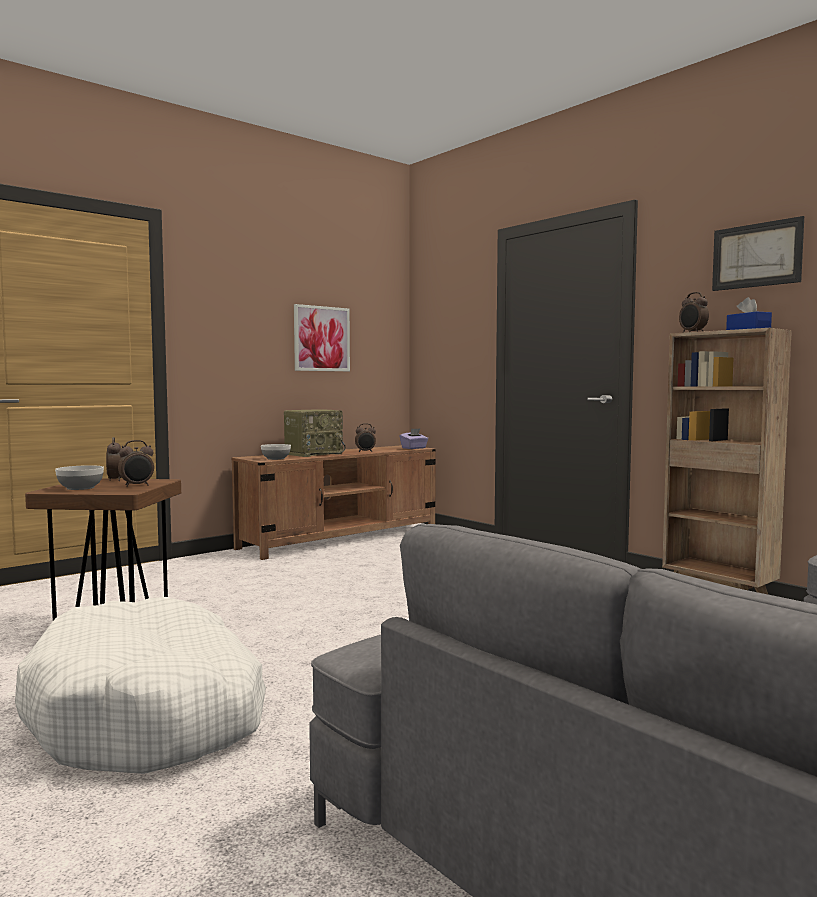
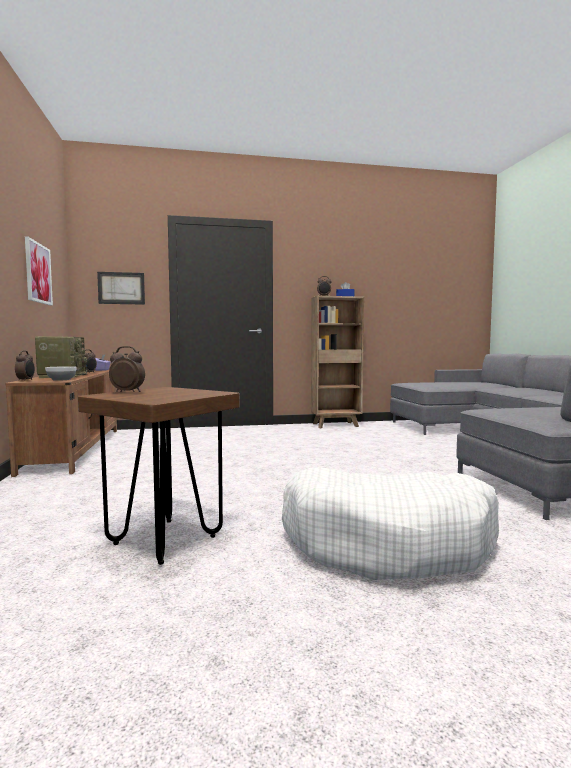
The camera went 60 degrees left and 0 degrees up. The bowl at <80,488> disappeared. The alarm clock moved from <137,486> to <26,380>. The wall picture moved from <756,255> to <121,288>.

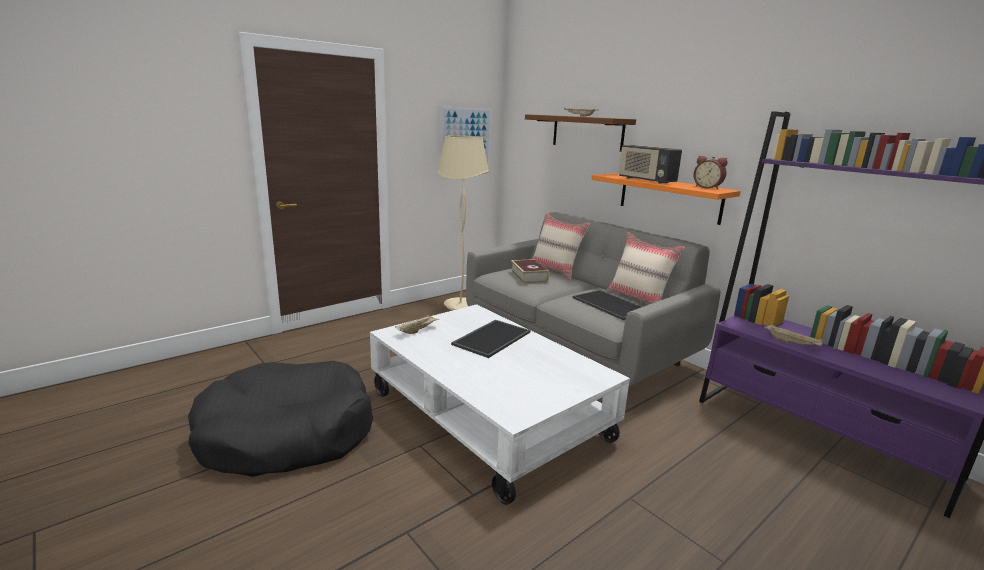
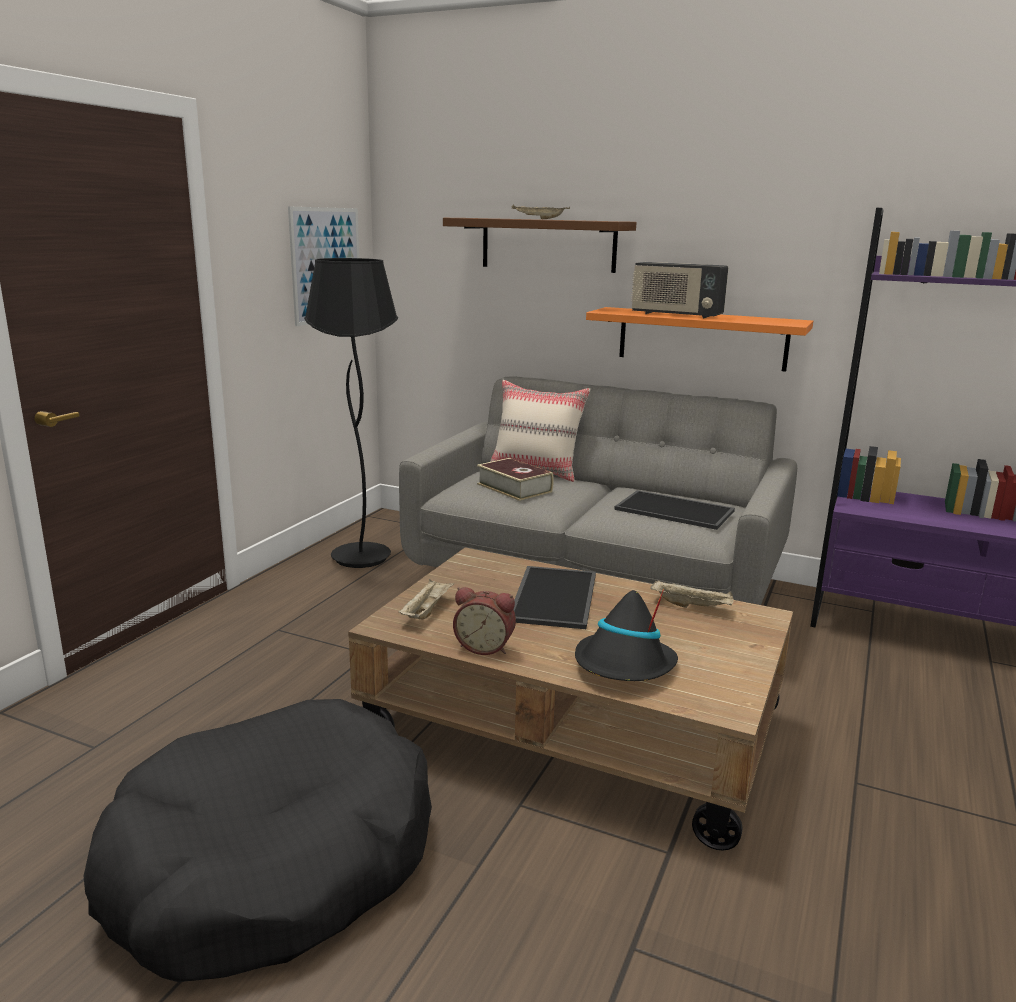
The camera went 25 degrees left and 0 degrees up. The white-coloured coffee table at <488,415> became the brown coffee table at <574,724>. The beige-coloured standing lamp at <460,306> became the black standing lamp at <360,557>. The beige-coloured pillow at <638,299> disappeared. The alarm clock moved from <708,187> to <485,647>. The beige-coloured carrying tray moved from <792,343> to <692,606>. The black hat at <624,665> appeared.

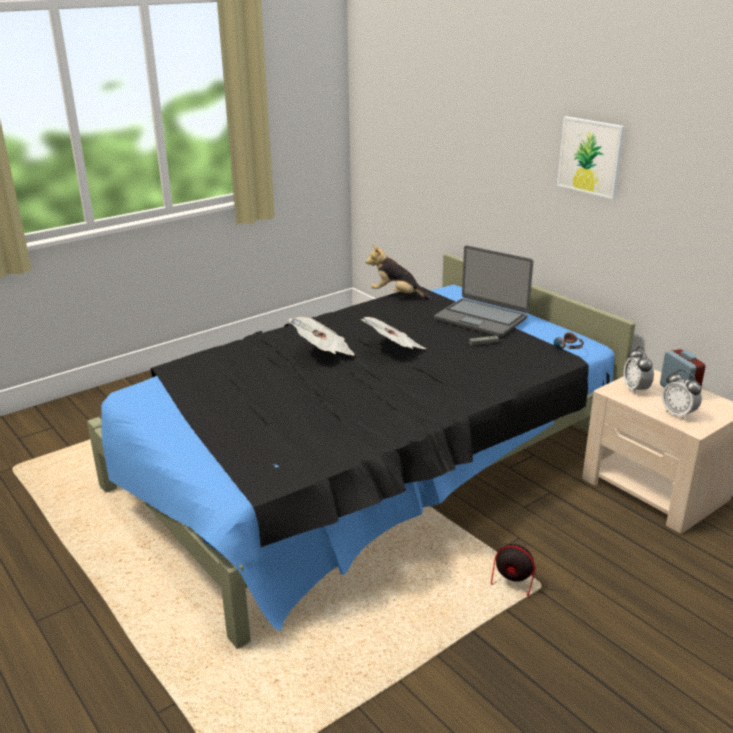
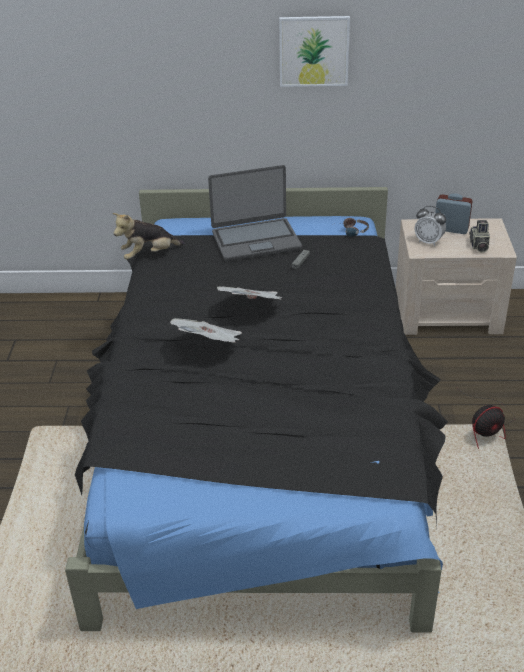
The camera went 50 degrees left and 10 degrees up. The alarm clock at <678,414> was replaced by the still camera at <478,246>.

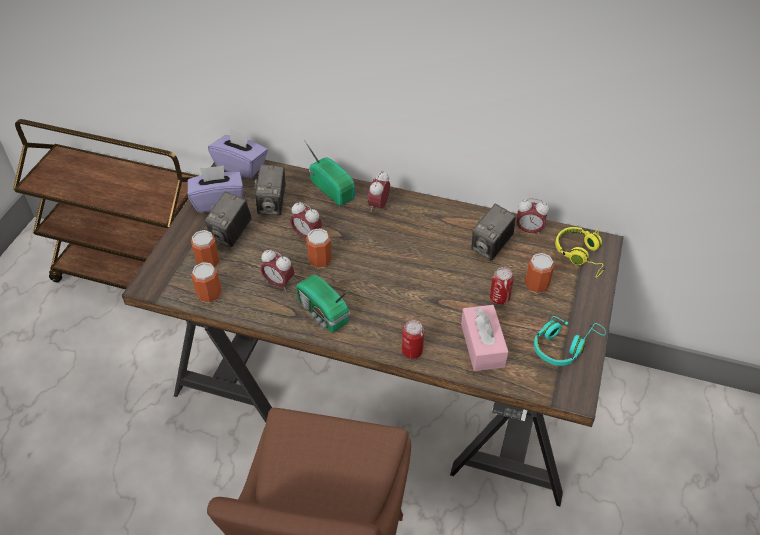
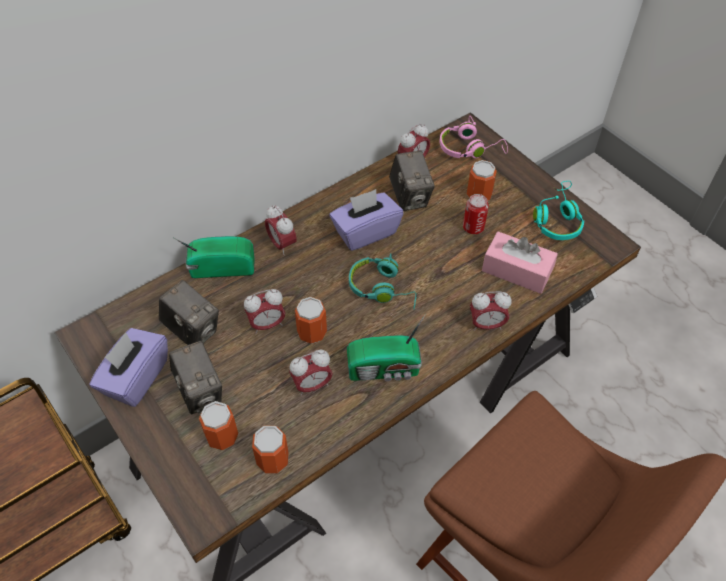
The camera went 55 degrees left and 5 degrees up. The purplish tissue holder moved from <241,166> to <365,232>. The metal can at <412,351> was replaced by the alarm clock at <486,325>. The yellowish pair of headphones at <581,255> became the pink-coloured pair of headphones at <469,148>. The turquoise-coloured pair of headphones at <383,288> appeared.

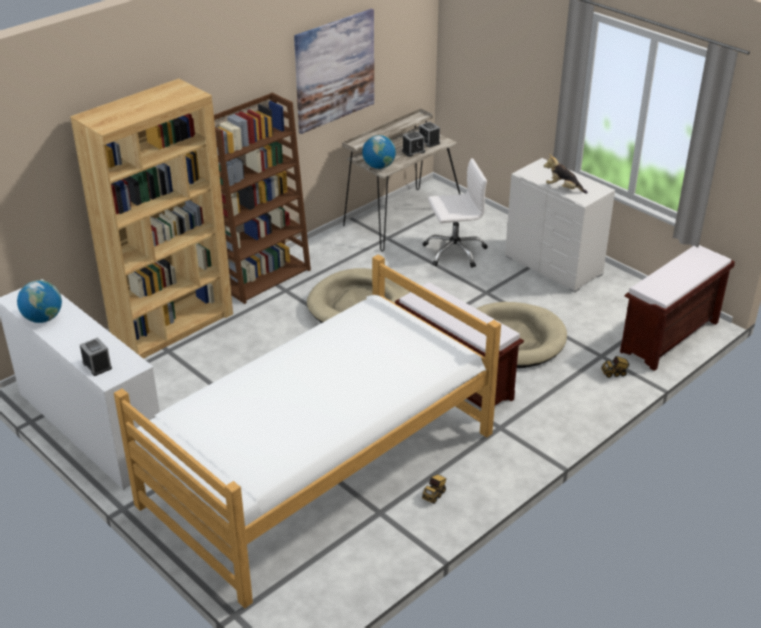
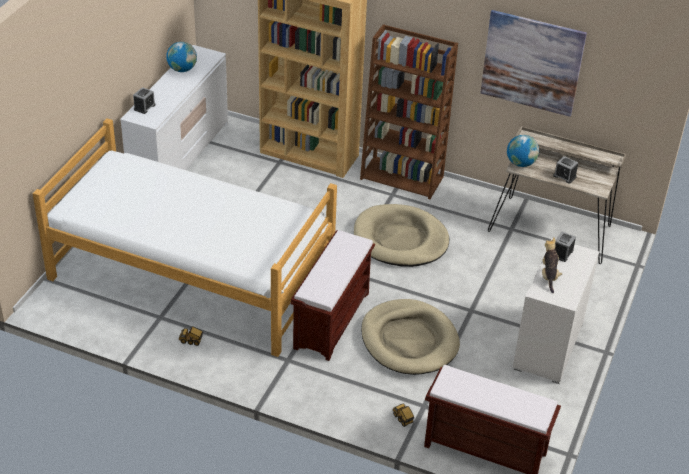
The camera went 65 degrees right and 5 degrees up. The alarm clock moved from <429,142> to <562,253>. The white-coloured computer chair at <454,251> disappeared.

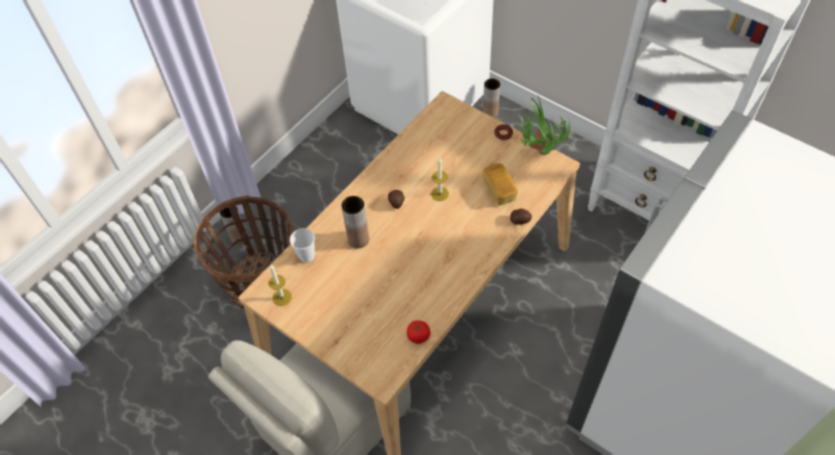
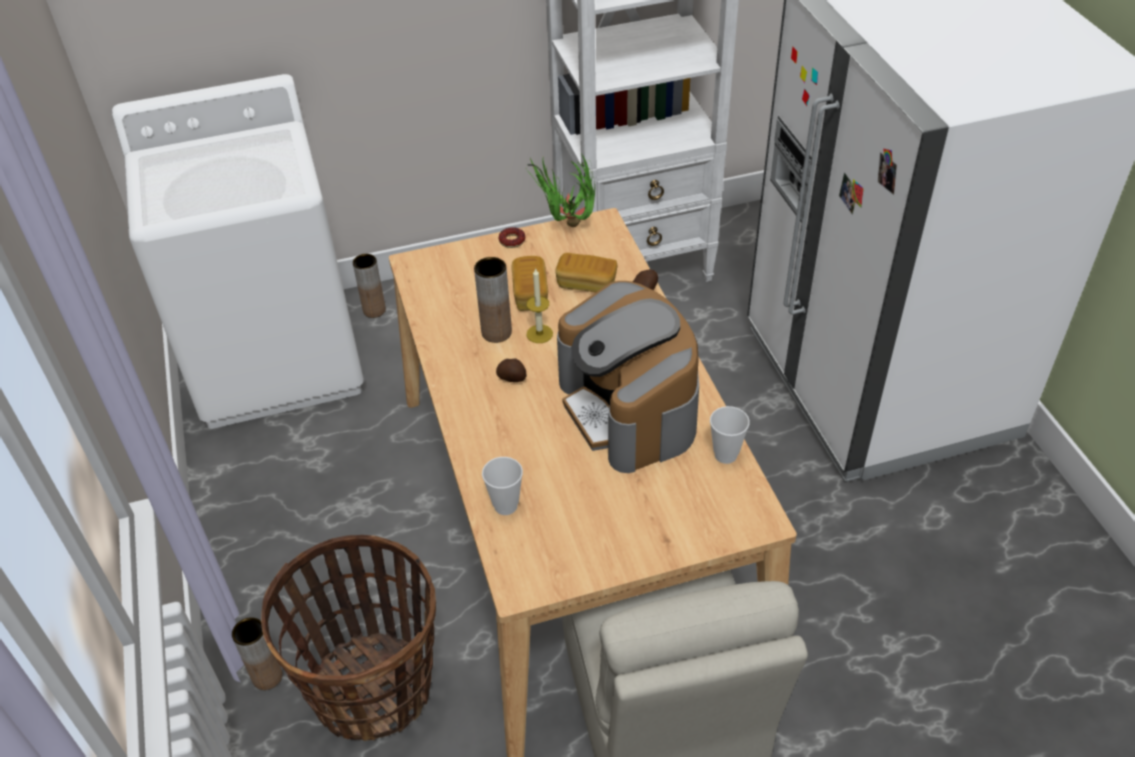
The camera went 55 degrees left and 10 degrees down. The wax light at <282,297> disappeared. The brown vase moved from <358,239> to <496,332>. The tomato at <418,336> was replaced by the small cup at <725,455>. The bread at <530,294> appeared. The coffee maker at <629,410> appeared.

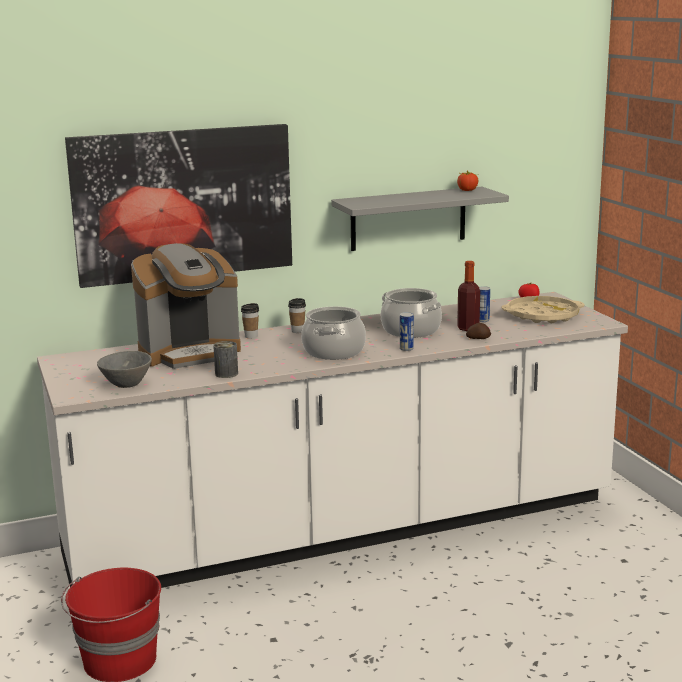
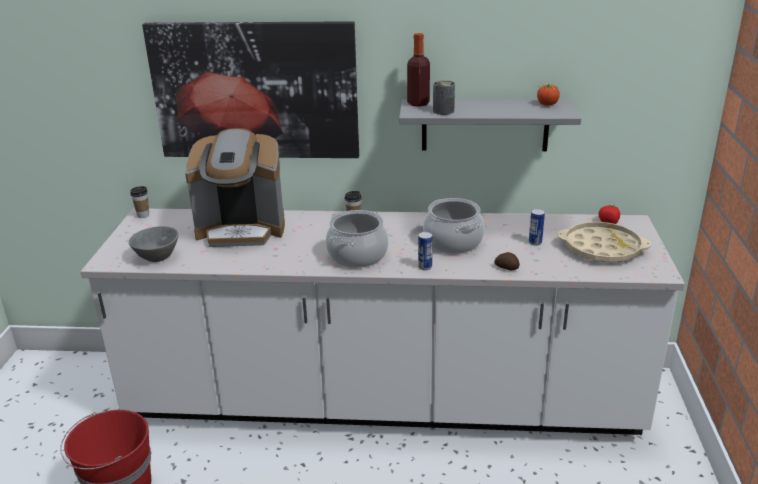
The camera went 25 degrees right and 10 degrees up. The metal can moved from <226,374> to <443,111>. The small cup moved from <251,336> to <143,215>. The drink bottle moved from <468,328> to <418,103>.

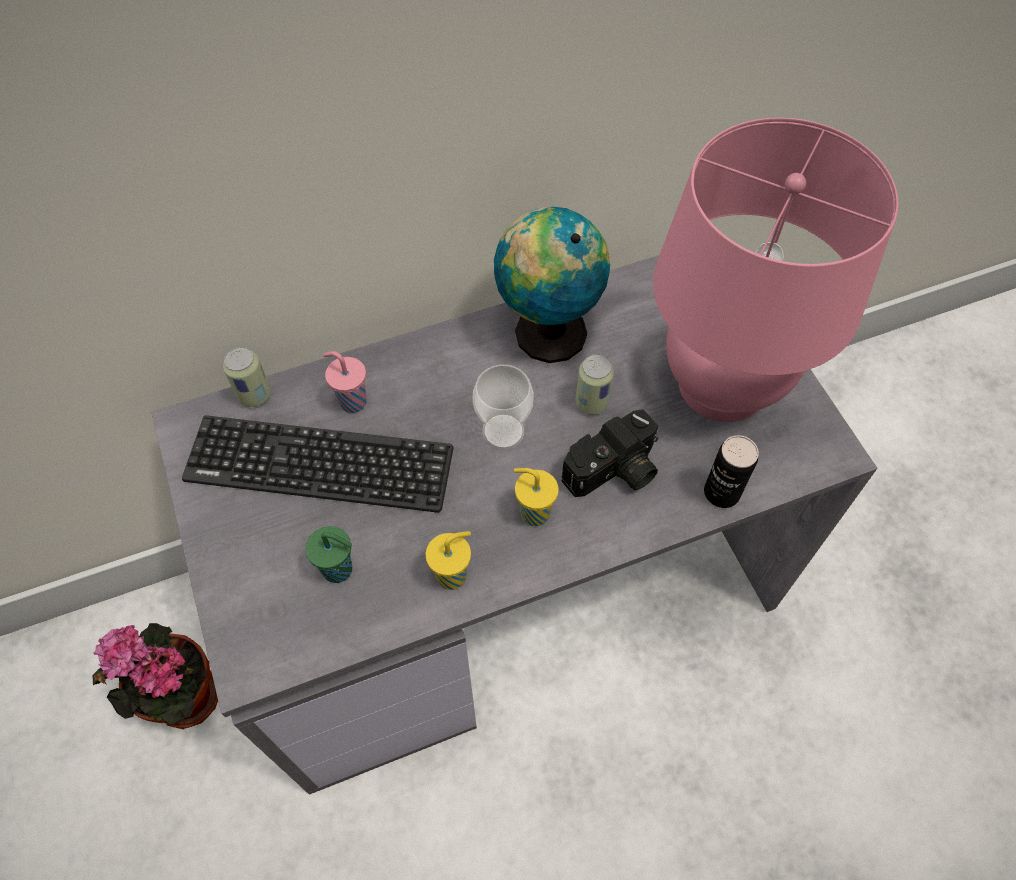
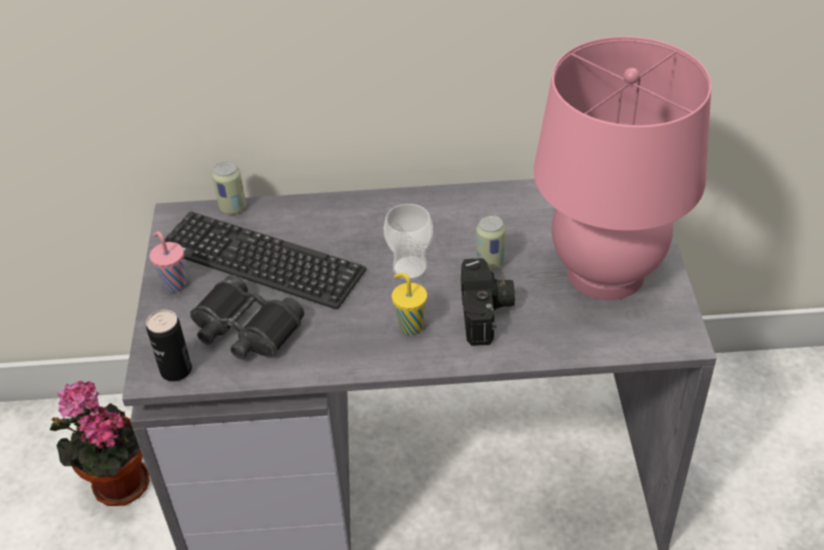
The camera went 20 degrees right and 15 degrees down. The green-coloured small cup at <339,570> was replaced by the black field glasses at <246,330>. The pink-coloured small cup moved from <351,401> to <174,284>. The yellowish small cup at <453,575> disappeared. The globe at <545,331> disappeared. The still camera at <614,472> turned 75 degrees counterclockwise. The metal can moved from <721,492> to <176,370>.

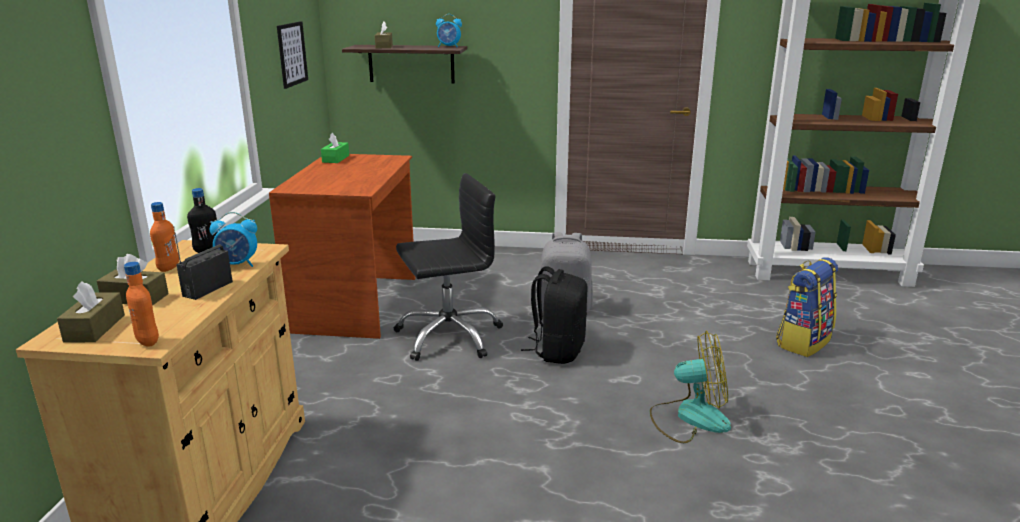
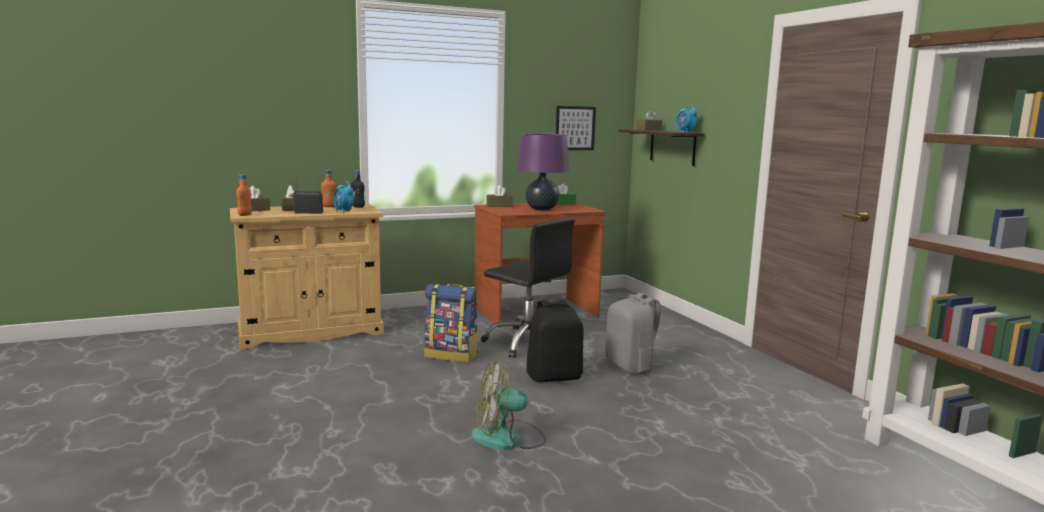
The camera went 60 degrees right and 10 degrees down. The cooling fan at <689,417> turned 105 degrees clockwise. The rucksack moved from <803,342> to <452,355>. The brown tissue holder at <499,206> appeared. The purplish tabletop lamp at <541,209> appeared.

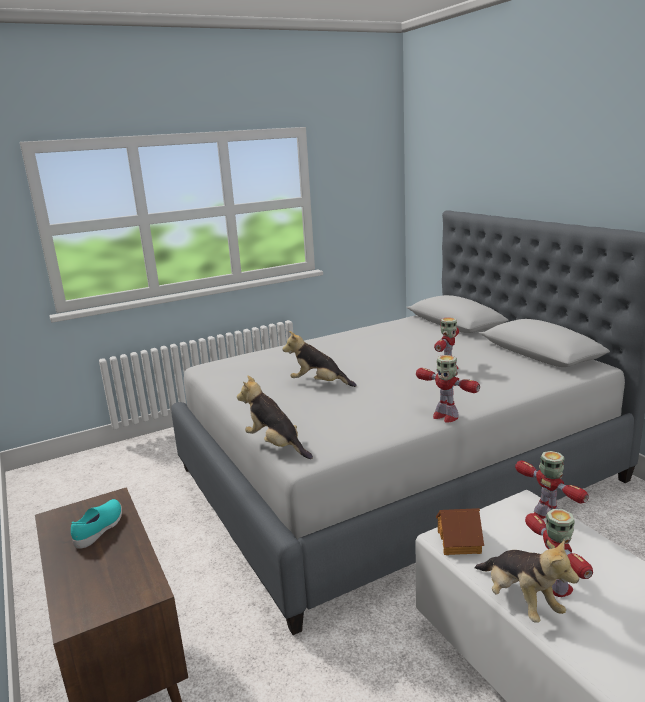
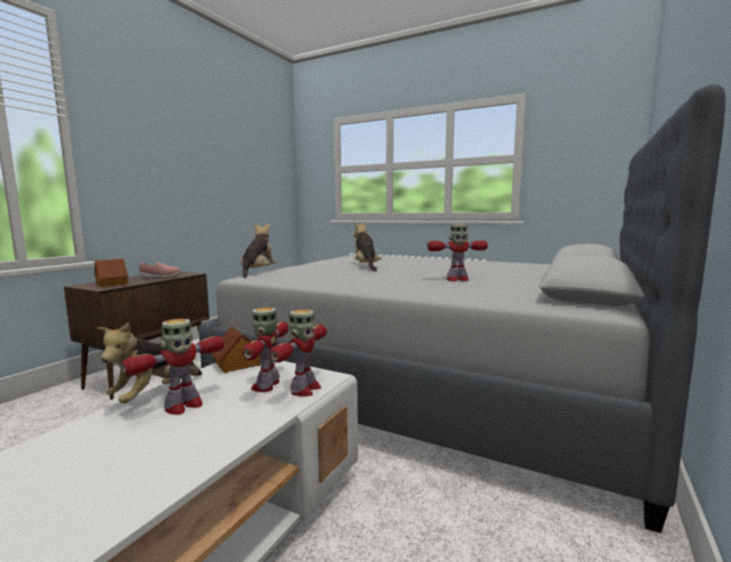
The camera went 55 degrees right and 10 degrees down. The turquoise-coloured shoe at <100,530> became the pink-coloured shoe at <160,277>. The toy robot moved from <445,416> to <267,385>. The model house at <111,284> appeared.

